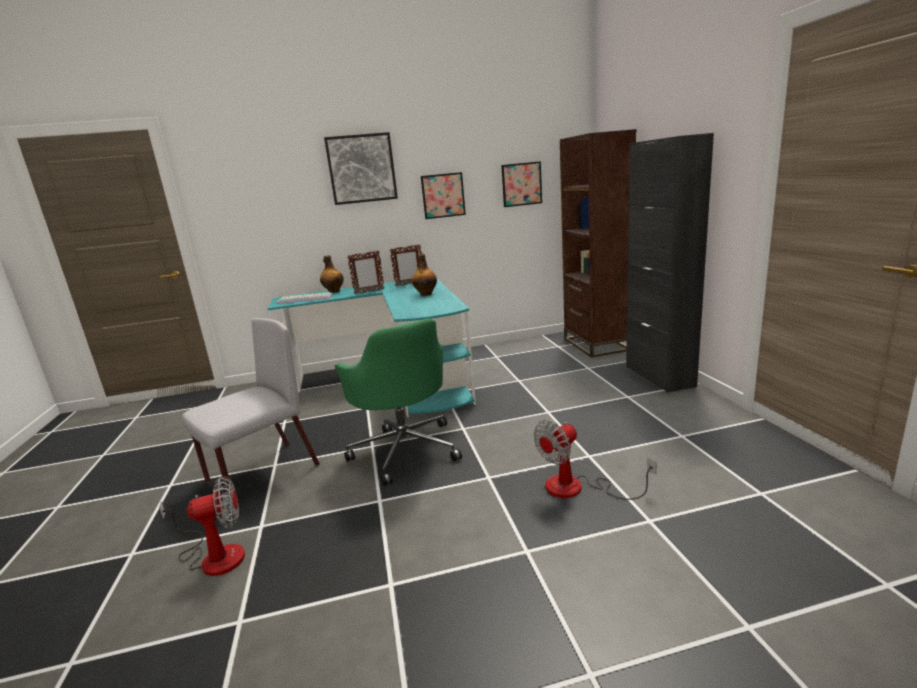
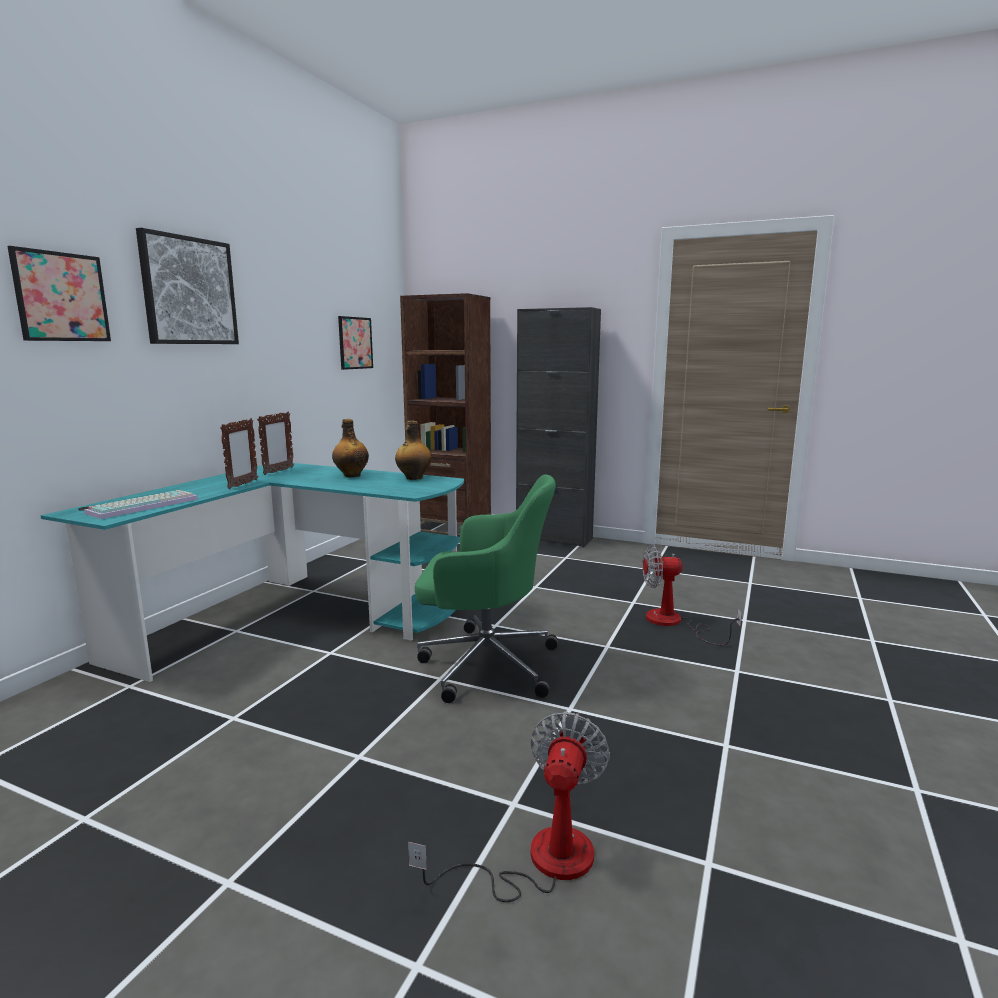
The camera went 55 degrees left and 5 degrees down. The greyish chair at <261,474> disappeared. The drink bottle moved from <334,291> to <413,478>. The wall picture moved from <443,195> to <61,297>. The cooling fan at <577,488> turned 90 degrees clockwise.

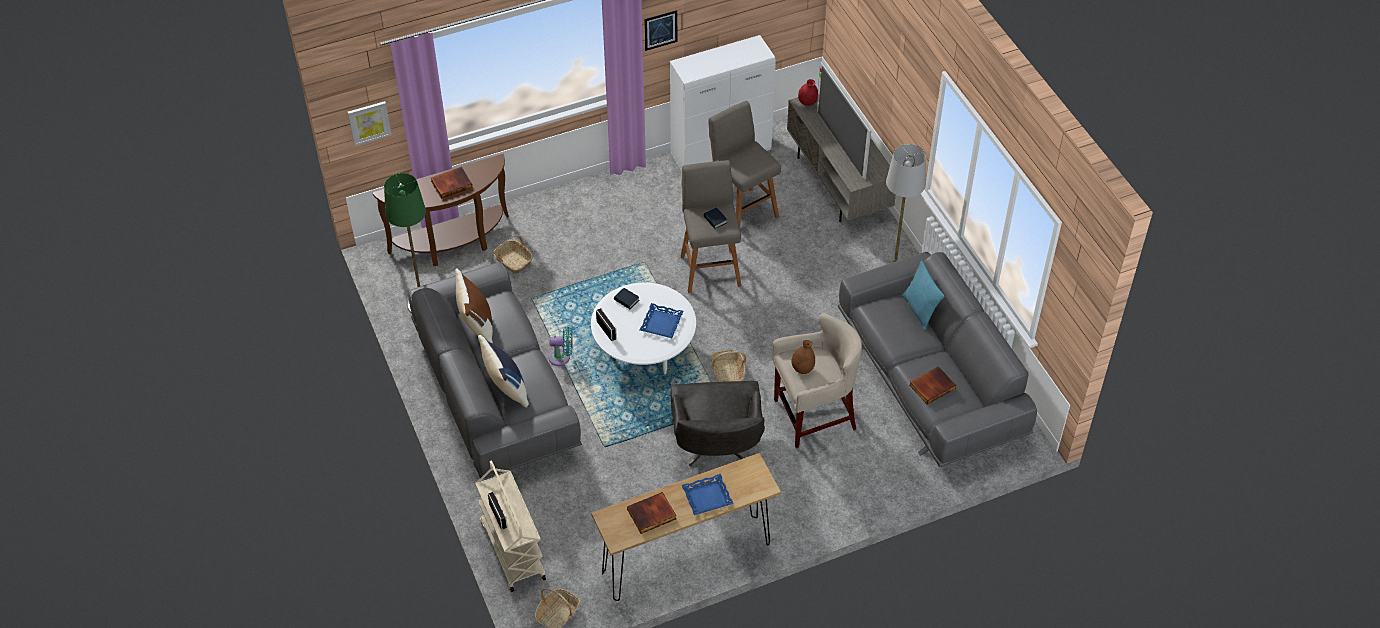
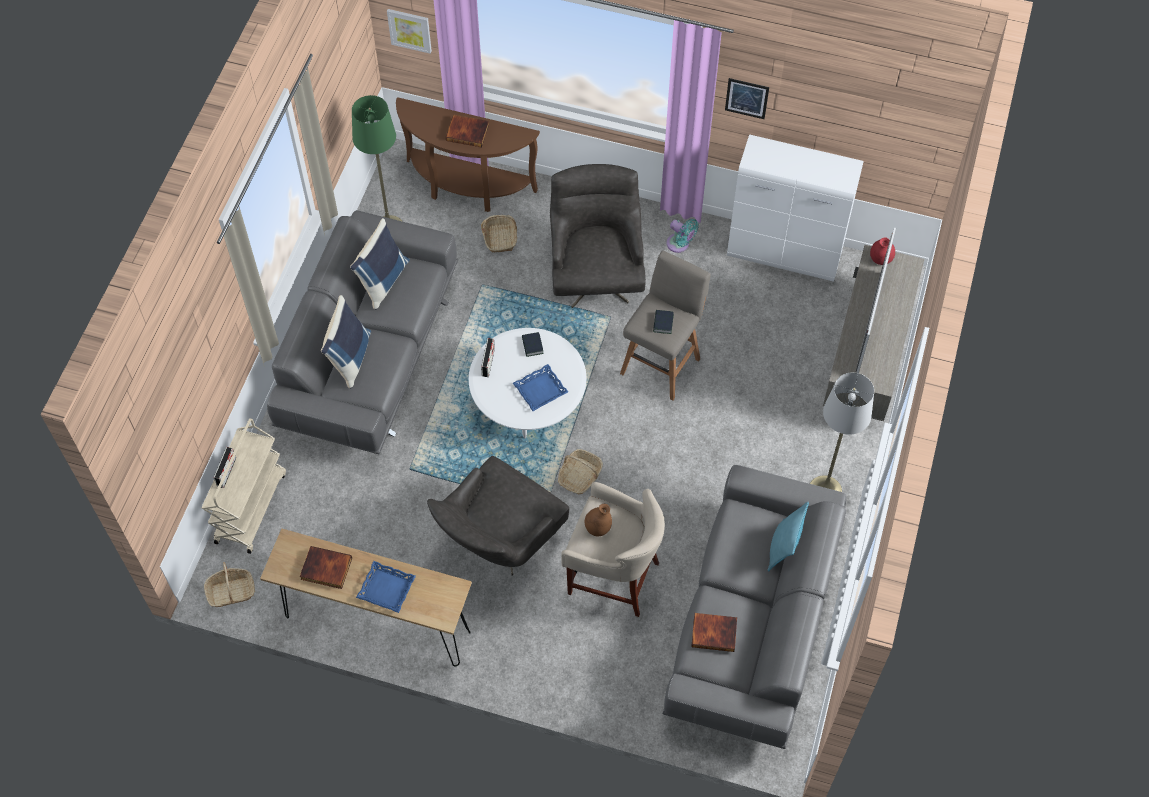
The camera went 40 degrees right and 10 degrees up. The brown pillow at <476,325> became the blue-coloured pillow at <383,280>. The turquoise-coloured cooling fan moved from <562,357> to <679,244>. The greyish sitting stool at <742,211> disappeared. The greyish armchair at <596,271> appeared.

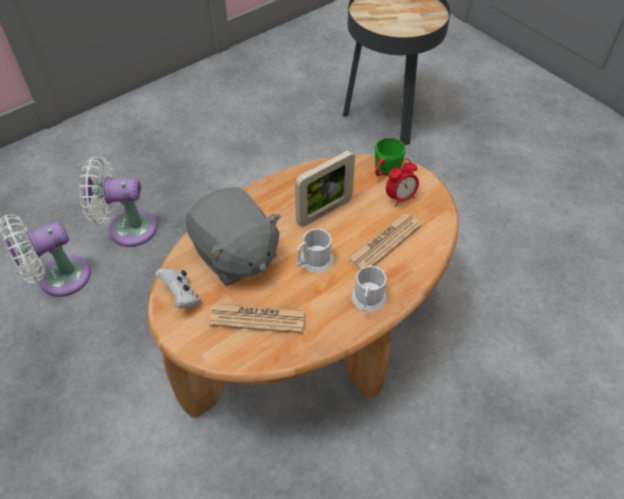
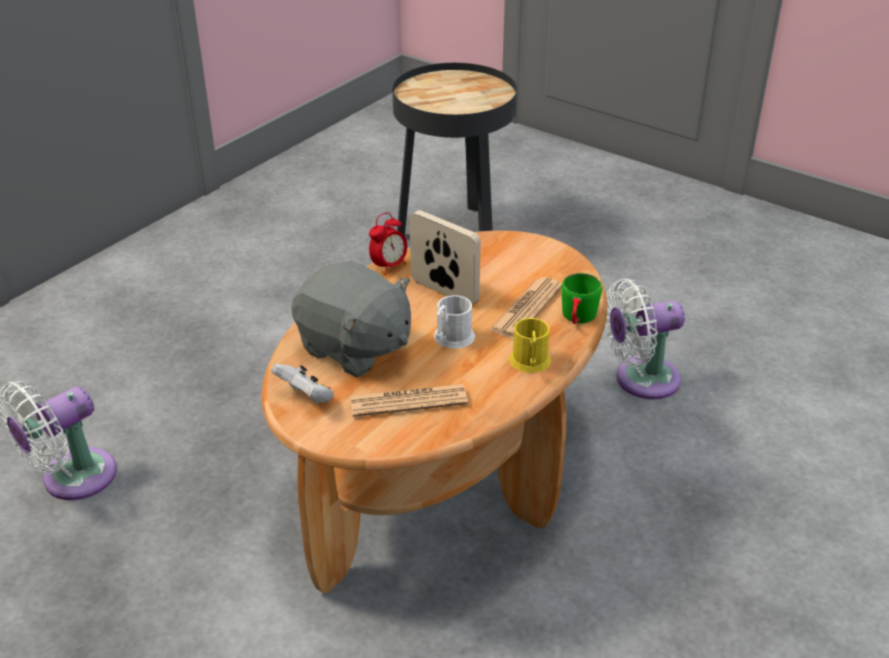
The camera went 15 degrees left and 15 degrees down. The white-coloured cooling fan moved from <127,228> to <640,380>. The picture frame at <324,211> turned 90 degrees counterclockwise. The white-coloured tea mug at <367,301> became the yellowish tea mug at <530,363>. The green-coloured tea mug moved from <385,171> to <578,318>. The alarm clock moved from <400,198> to <389,266>.

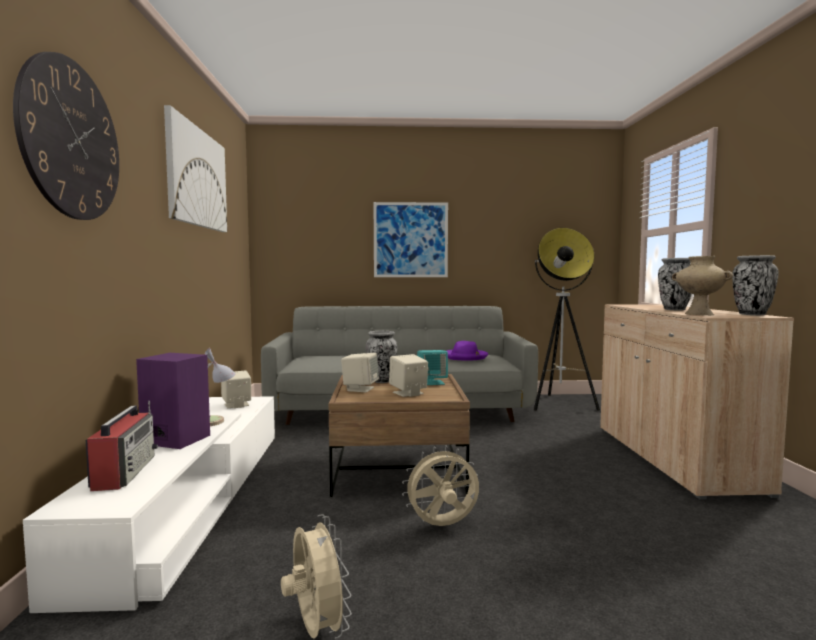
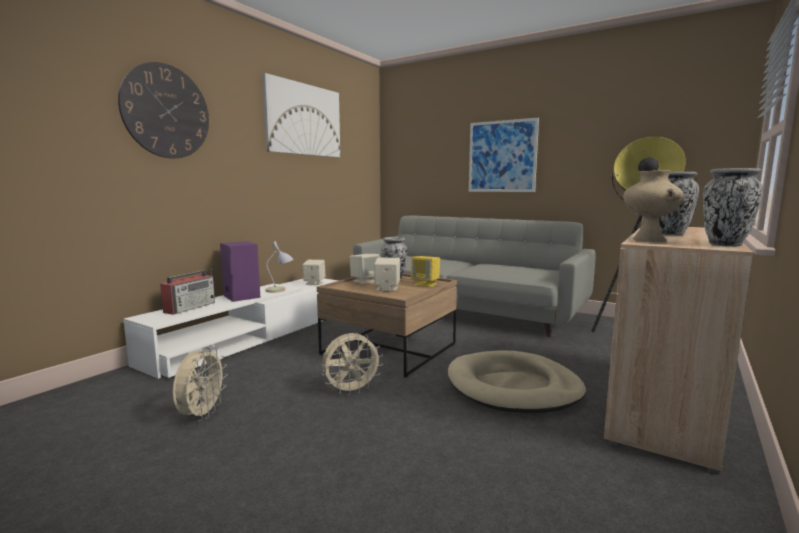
The camera went 35 degrees right and 5 degrees up. The beige-coloured cooling fan at <442,526> turned 135 degrees clockwise. The turquoise-coloured loudspeaker at <432,382> became the yellowish loudspeaker at <425,284>. The purplish hat at <465,357> disappeared. The beige-coloured dog cushion at <513,387> appeared.

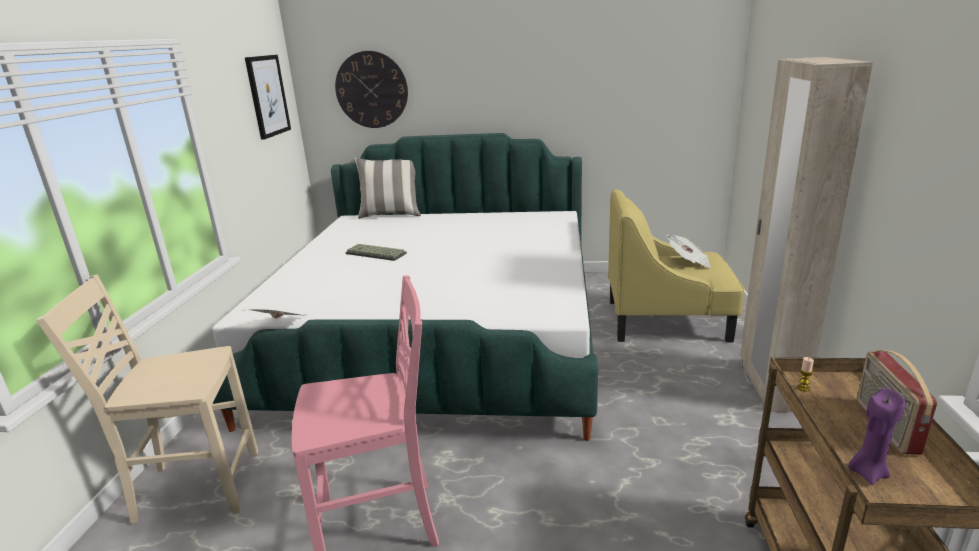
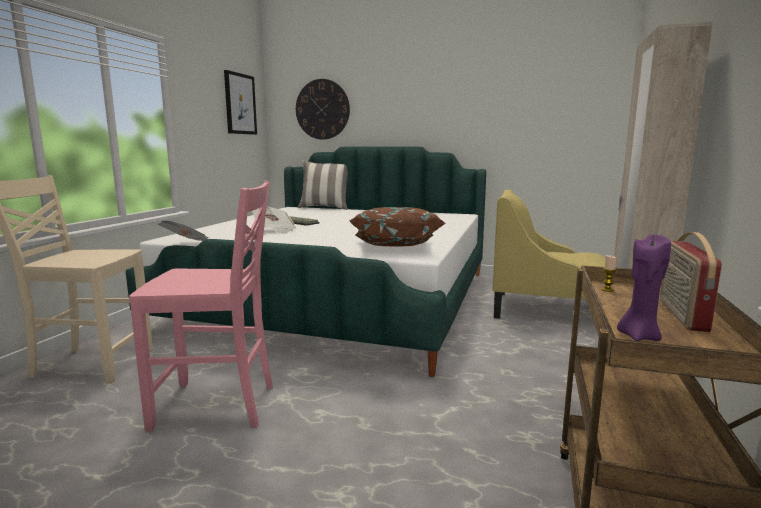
The camera went 10 degrees right and 10 degrees down. The daily paper moved from <688,262> to <275,231>. The brown pillow at <395,248> appeared.

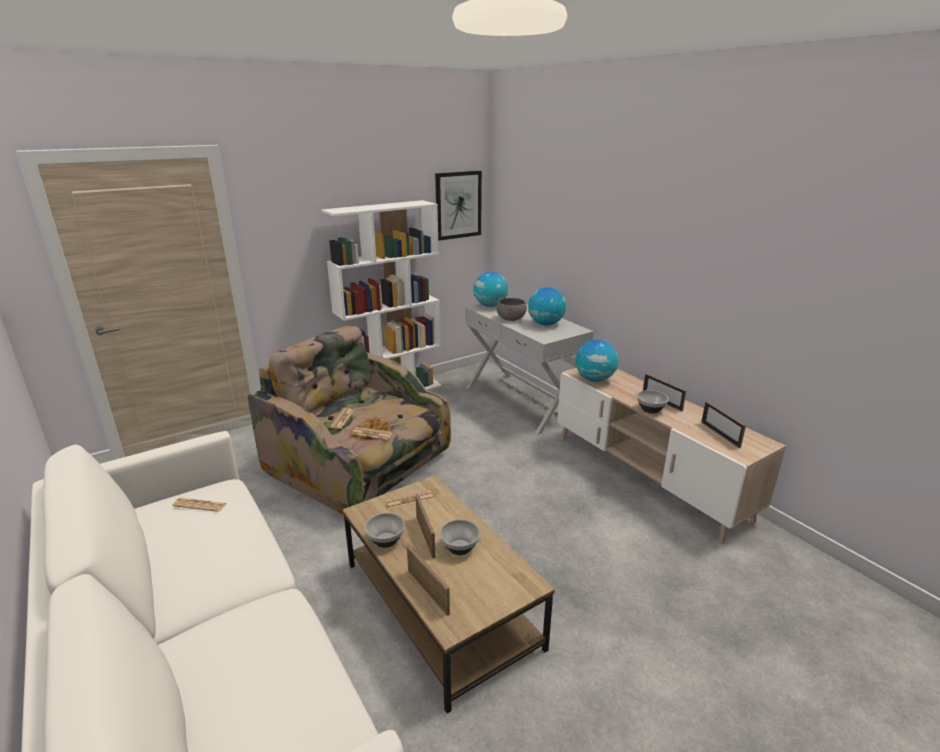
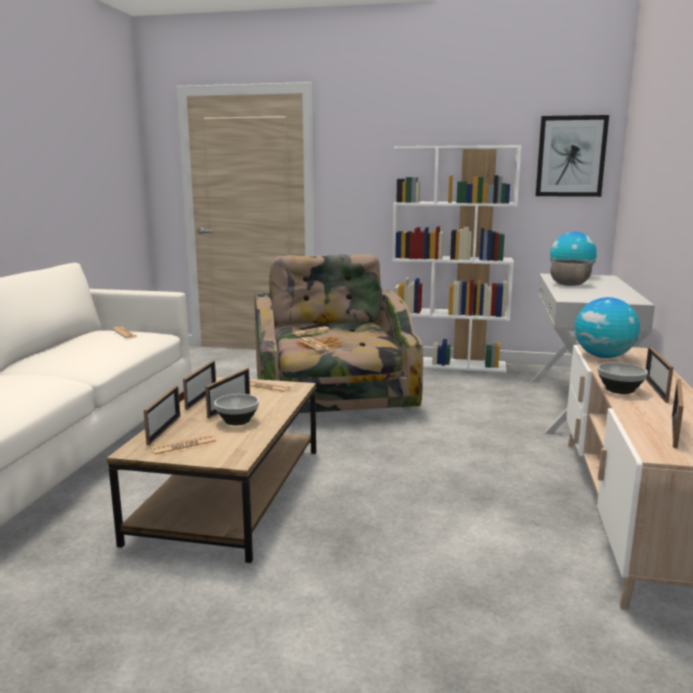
The camera went 45 degrees right and 10 degrees down. The bowl at <385,540> was replaced by the picture frame at <201,398>. The globe at <545,324> disappeared. The daily paper at <184,446> appeared.

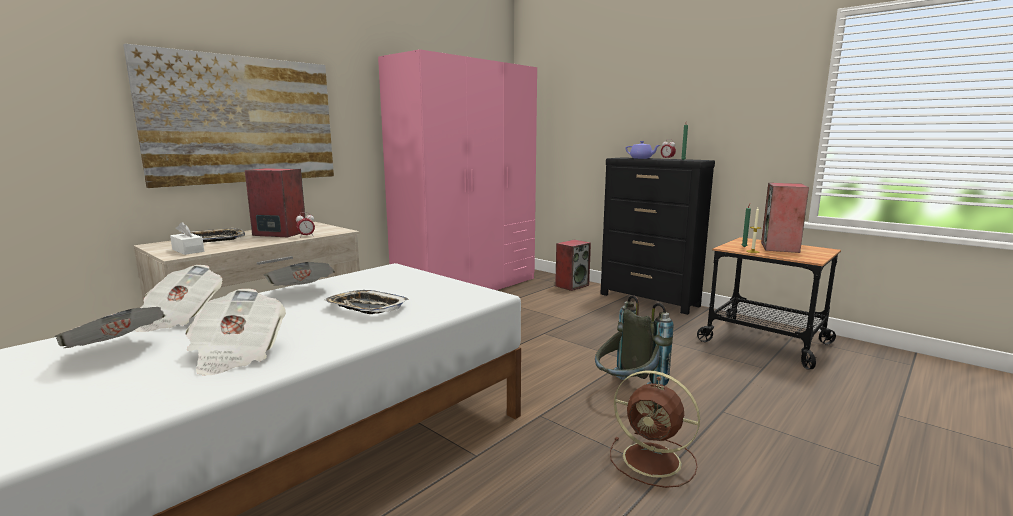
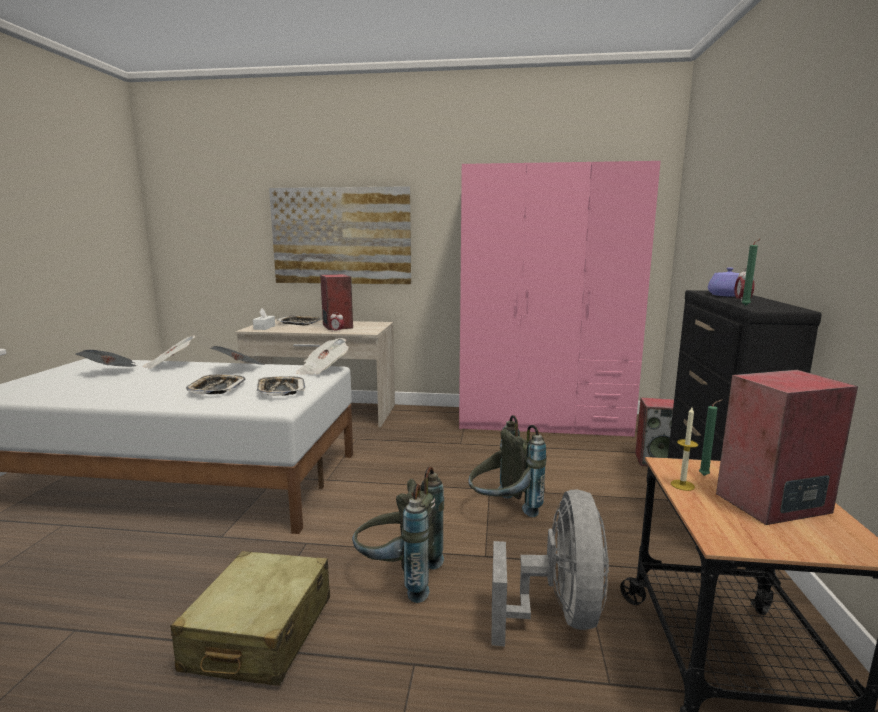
The camera went 55 degrees right and 0 degrees up. The daily paper moved from <237,354> to <322,370>. The brown cooling fan at <654,460> was replaced by the beige-coloured piece of luggage at <260,633>. The carrying tray at <280,390> appeared. The greyish rucksack at <503,511> appeared. The greyish cooling fan at <557,614> appeared.

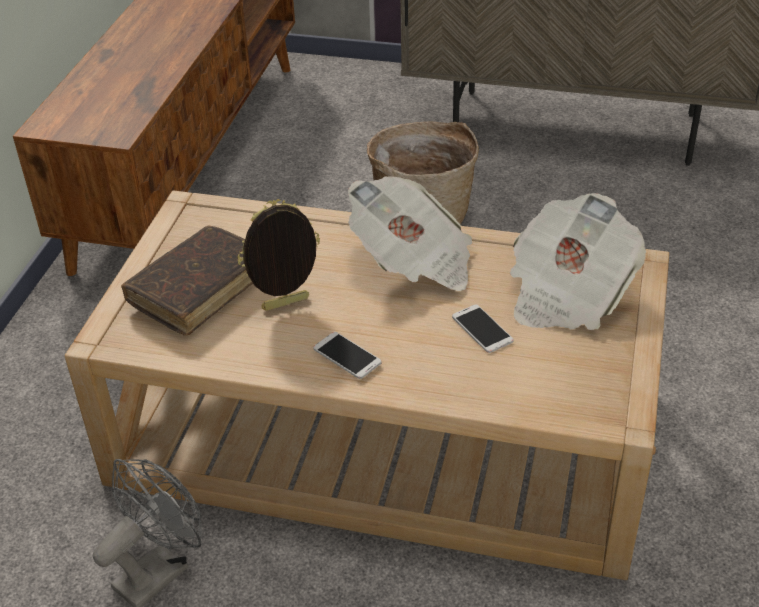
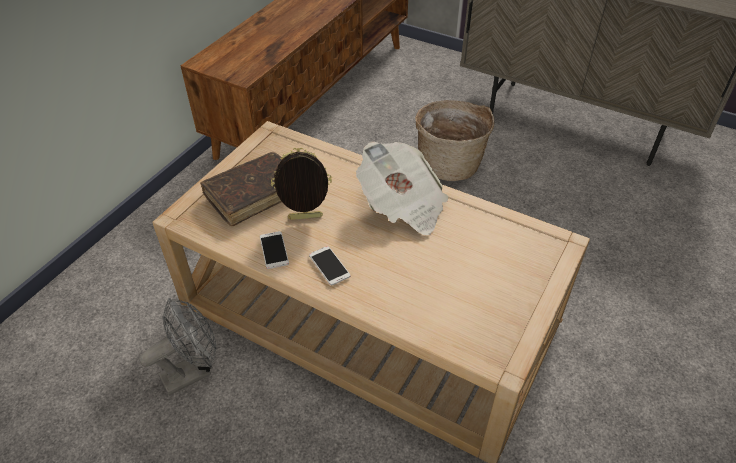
The camera went 15 degrees right and 5 degrees up. The phone moved from <482,329> to <274,250>. The daily paper at <567,293> disappeared.

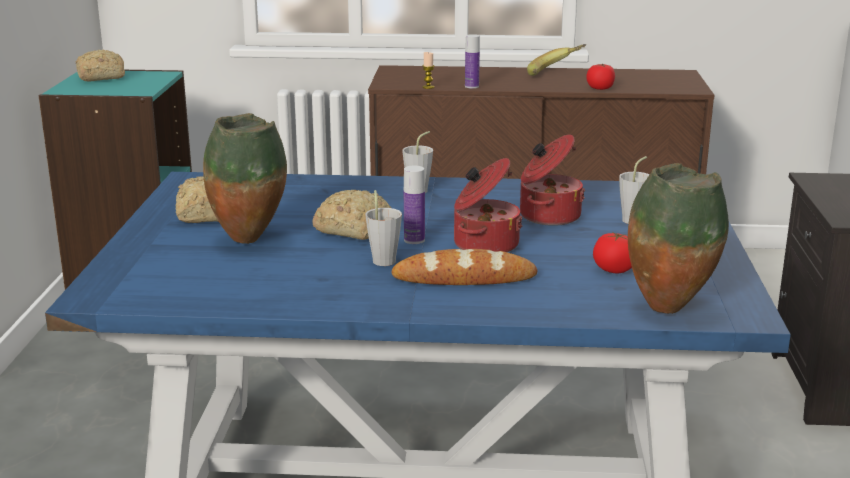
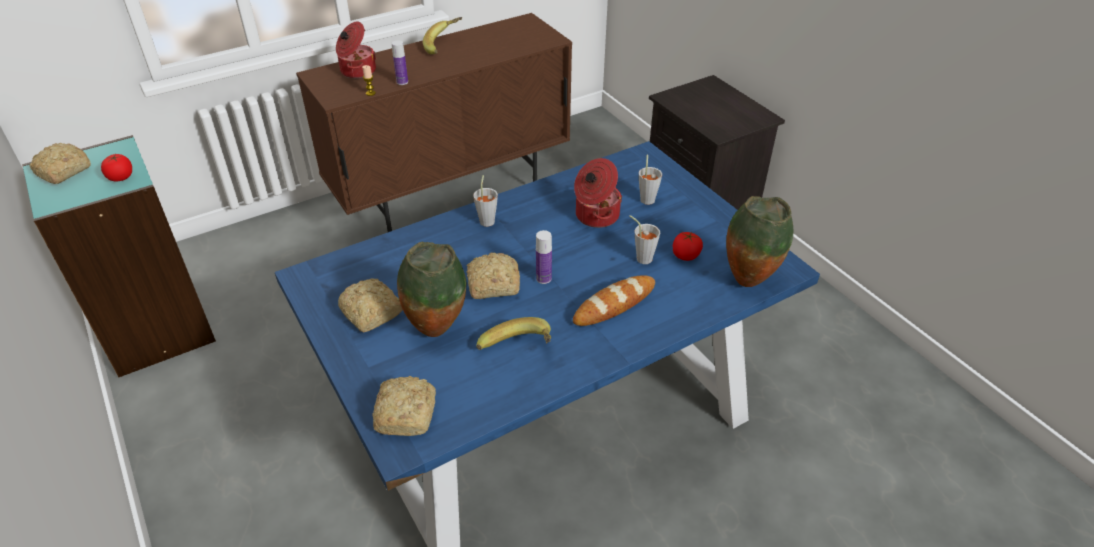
The camera went 35 degrees left and 20 degrees up. The greyish small cup moved from <383,259> to <641,257>. The cooking pot moved from <484,244> to <357,71>. The tomato moved from <600,88> to <121,177>. The bread at <407,413> appeared. The banana at <518,351> appeared.

